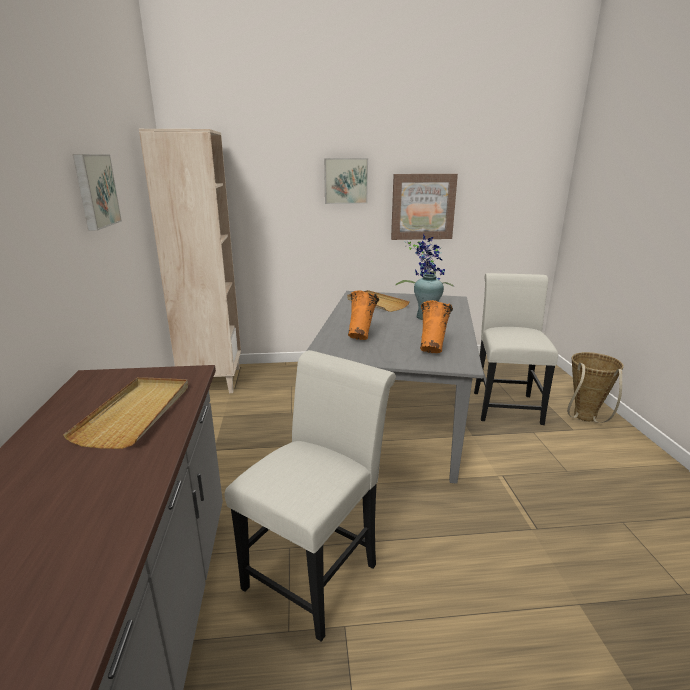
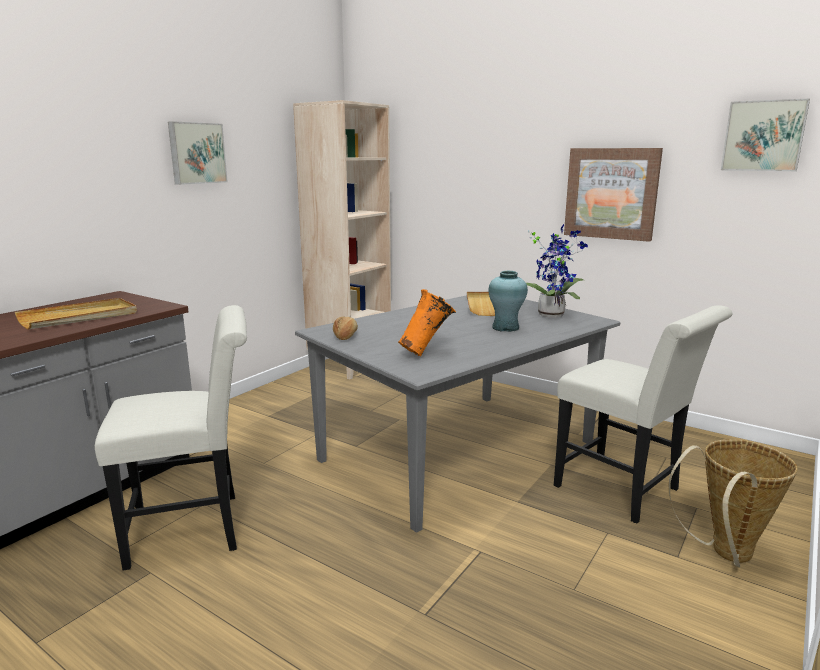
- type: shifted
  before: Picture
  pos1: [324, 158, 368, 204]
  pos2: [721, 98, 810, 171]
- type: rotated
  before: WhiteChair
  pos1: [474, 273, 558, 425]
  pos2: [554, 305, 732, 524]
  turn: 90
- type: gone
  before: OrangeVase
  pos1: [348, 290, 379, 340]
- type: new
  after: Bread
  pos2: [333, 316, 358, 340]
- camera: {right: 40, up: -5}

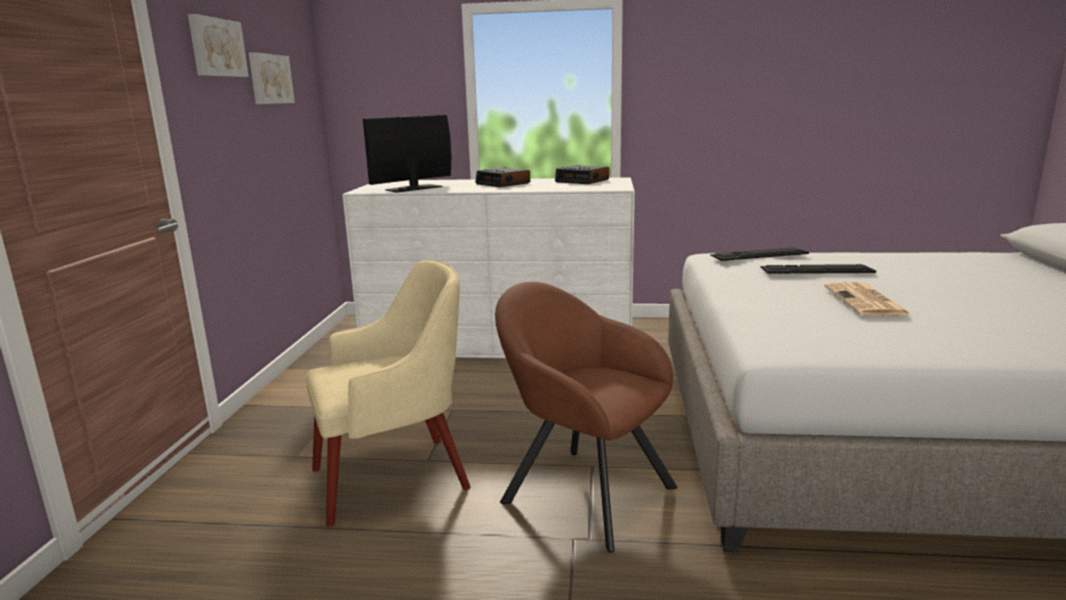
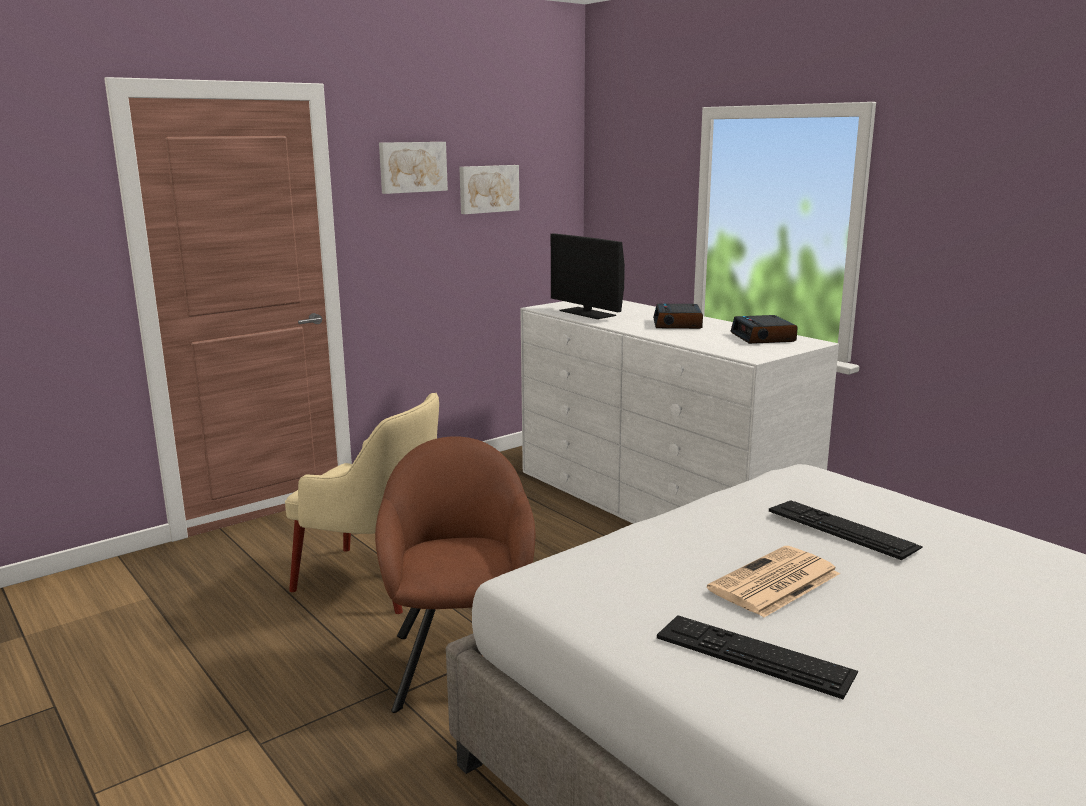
- type: rotated
  before: Monitor
  pos1: [363, 115, 451, 193]
  pos2: [551, 233, 625, 319]
  turn: -135
- type: shifted
  before: Keyboard
  pos1: [710, 247, 809, 261]
  pos2: [657, 615, 858, 700]
- camera: {right: 45, up: 0}

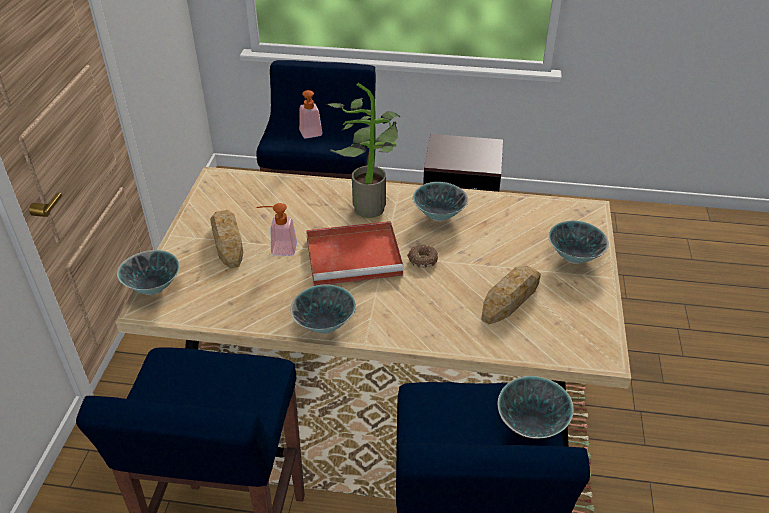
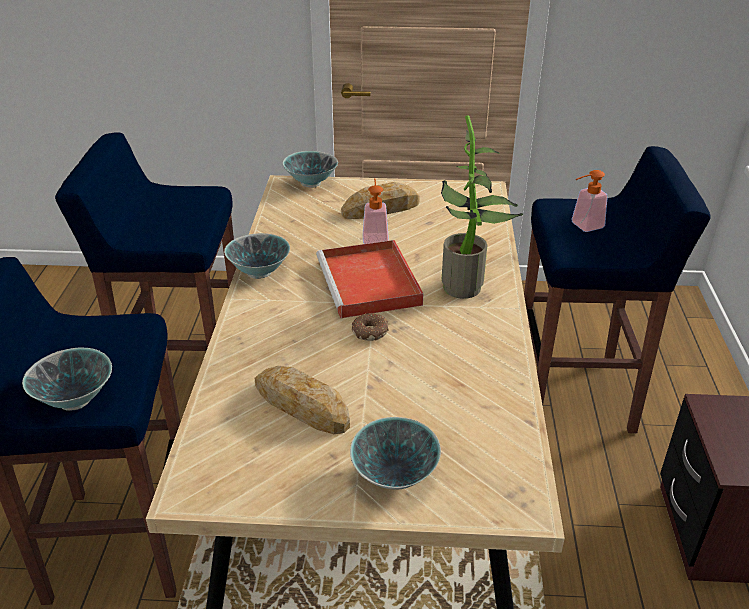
- type: gone
  before: Bowl
  pos1: [413, 182, 468, 222]
- camera: {right: 85, up: -5}

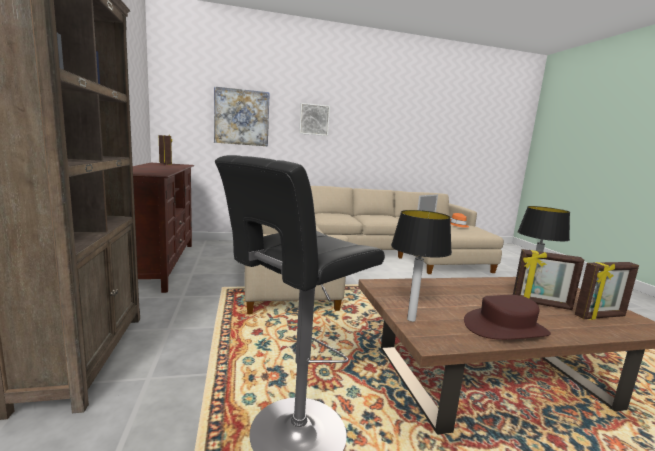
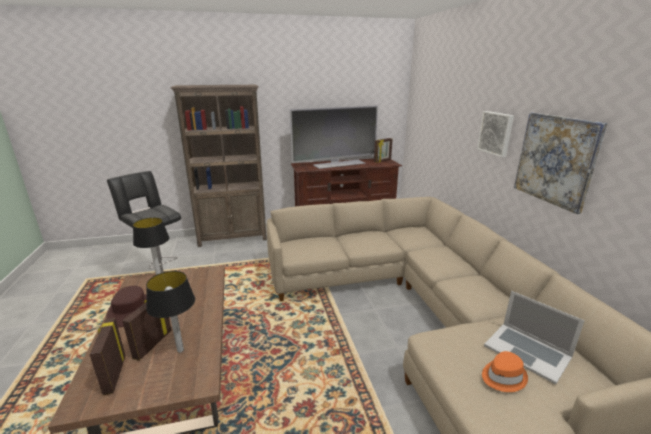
- type: shifted
  before: Picture
  pos1: [214, 86, 270, 146]
  pos2: [514, 113, 608, 214]
- type: new
  after: Television
  pos2: [290, 105, 378, 169]
- camera: {right: 90, up: 10}

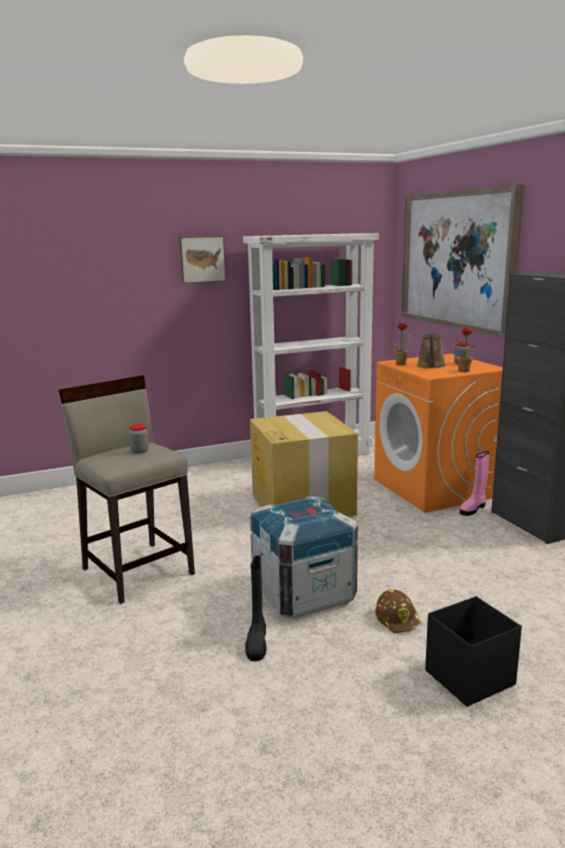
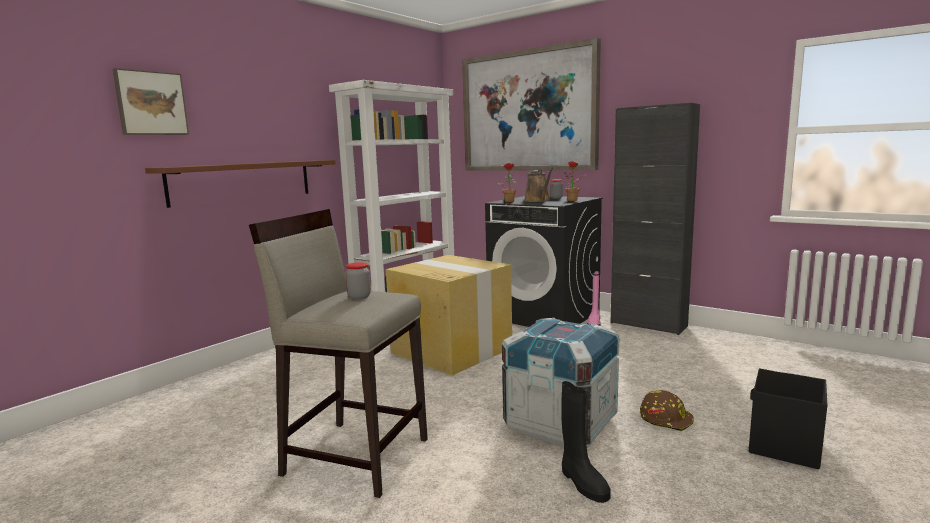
- type: shifted
  before: Picture
  pos1: [179, 236, 226, 283]
  pos2: [112, 68, 189, 135]
- type: repainted
  before: OrangeWashingMachine
  after: BlackWashingMachine
  pos1: [374, 354, 503, 513]
  pos2: [485, 196, 603, 327]
- type: new
  after: BrownShelf
  pos2: [145, 160, 336, 208]
- camera: {right: -30, up: -5}

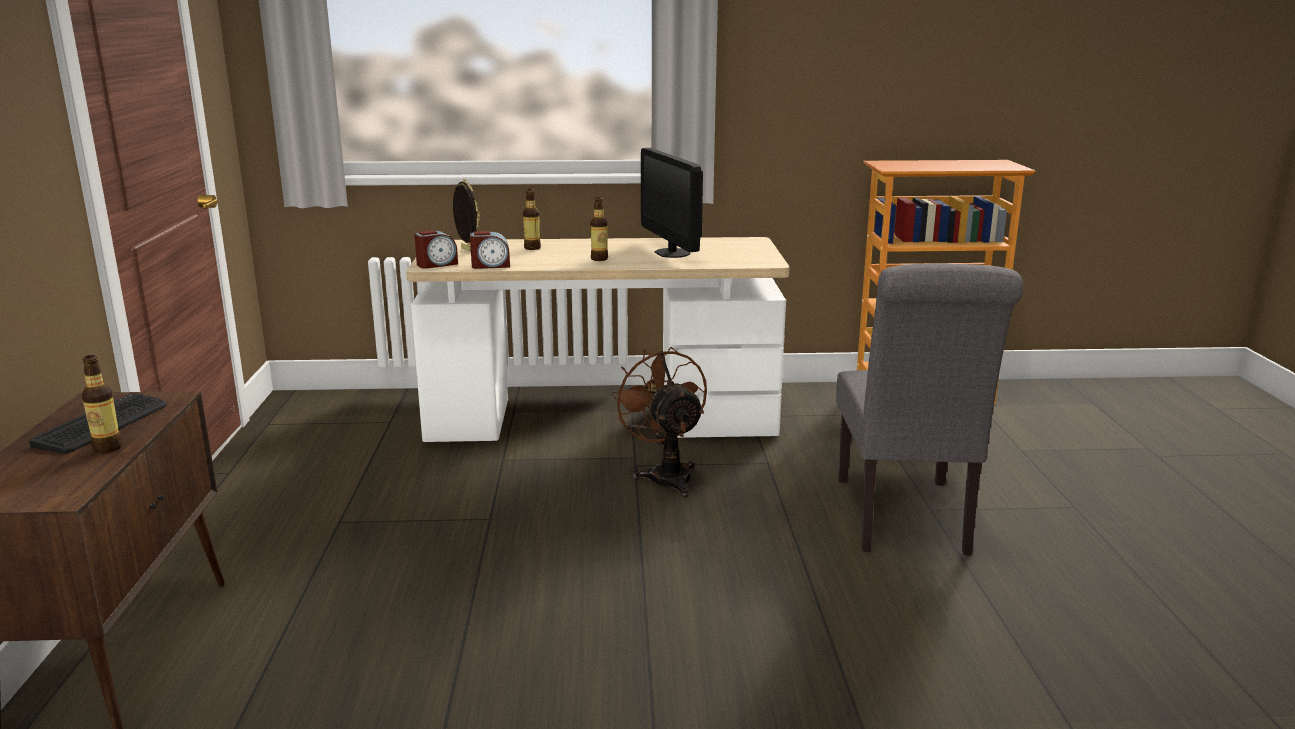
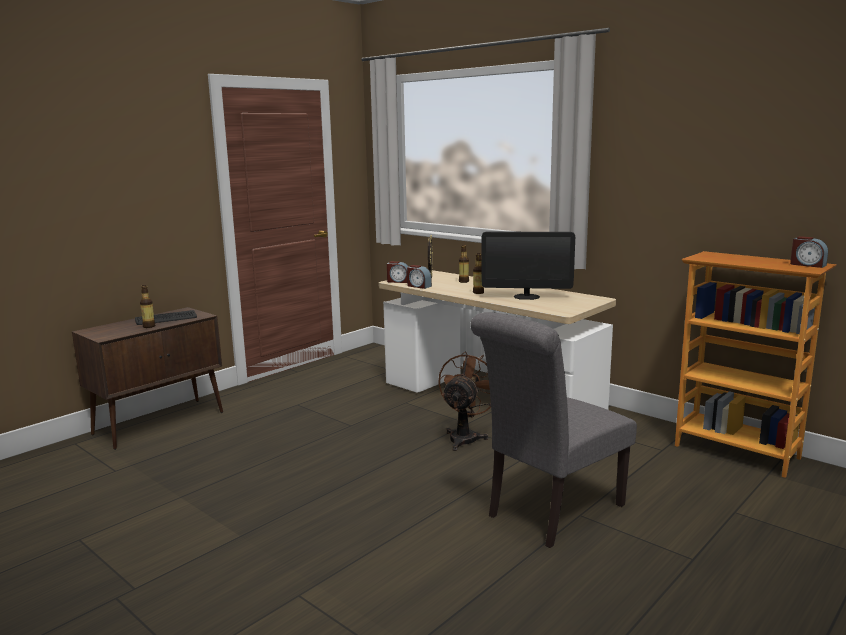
- type: rotated
  before: Monitor
  pos1: [641, 148, 703, 258]
  pos2: [481, 232, 575, 300]
  turn: -105
- type: new
  after: AlarmClock
  pos2: [790, 236, 828, 268]
- camera: {right: 45, up: -5}

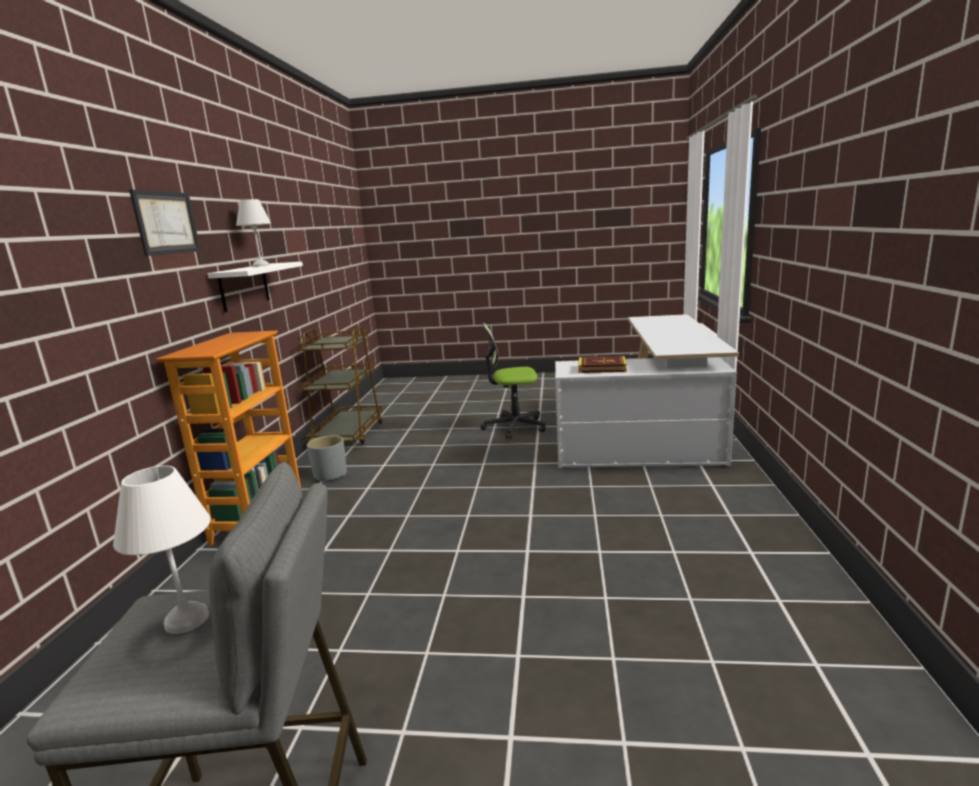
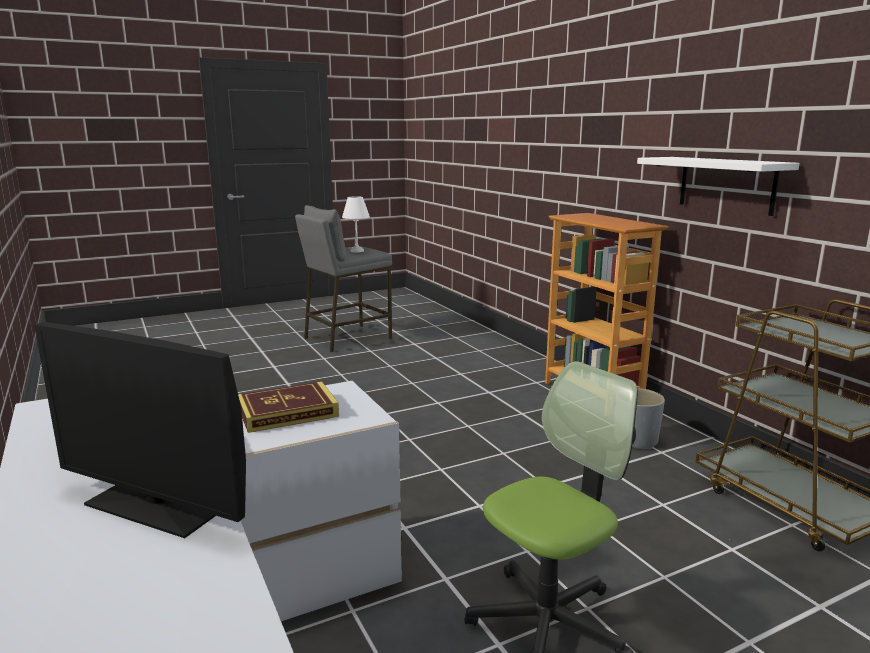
- type: gone
  before: Picture
  pos1: [129, 190, 201, 256]
- type: gone
  before: WhiteTableLamp
  pos1: [236, 199, 271, 267]
- type: new
  after: Monitor
  pos2: [34, 322, 246, 538]
- camera: {right: 145, up: 0}

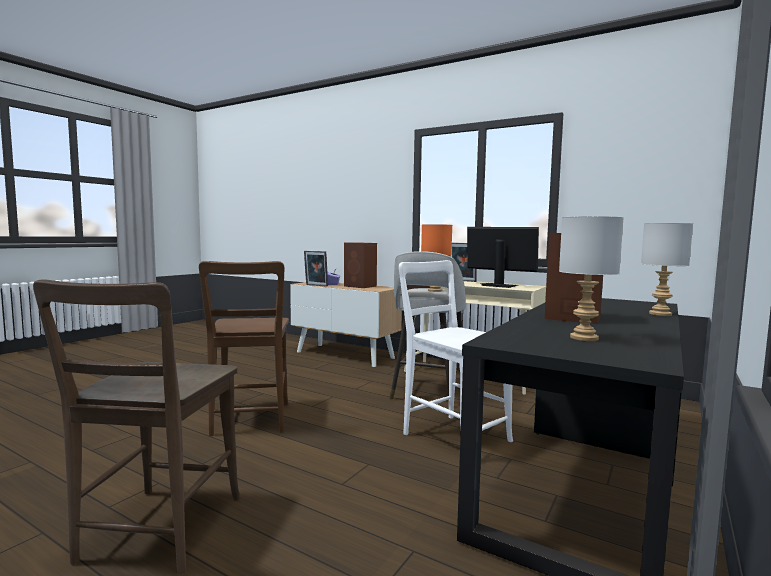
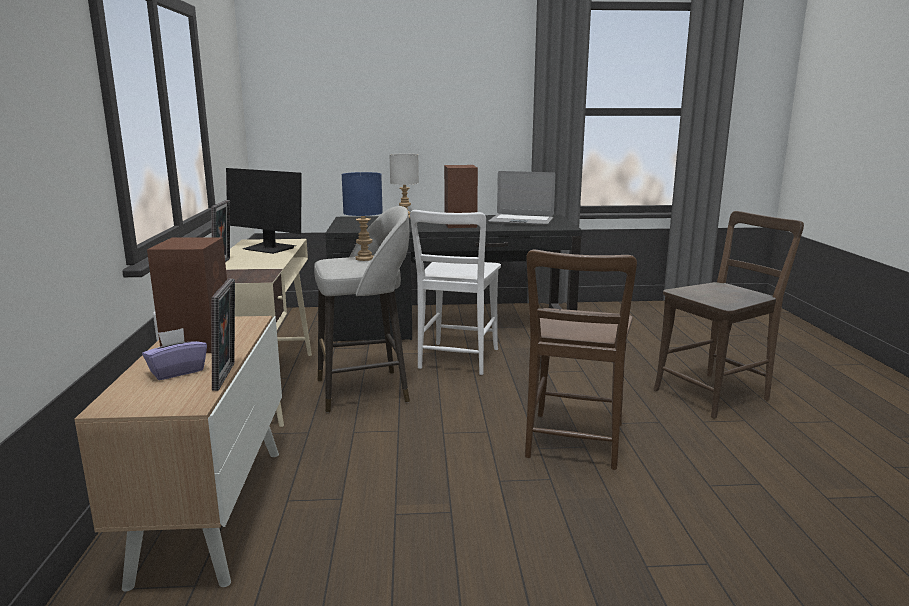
- type: swapped
  before: GreyTableLamp
  after: Laptop
  pos1: [559, 216, 624, 341]
  pos2: [488, 171, 556, 225]
- type: repainted
  before: OrangeTableLamp
  after: BlueTableLamp
  pos1: [421, 224, 452, 292]
  pos2: [341, 172, 383, 261]
- type: rotated
  before: Monitor
  pos1: [467, 227, 539, 288]
  pos2: [226, 168, 301, 254]
  turn: -60
- type: rotated
  before: BrownChair
  pos1: [199, 261, 289, 436]
  pos2: [525, 250, 637, 470]
  turn: 150
- camera: {right: -125, up: 10}

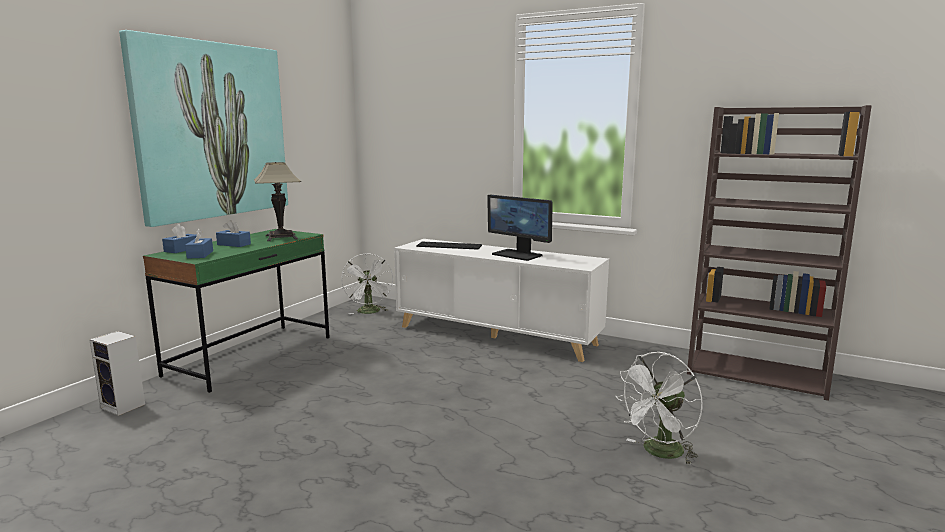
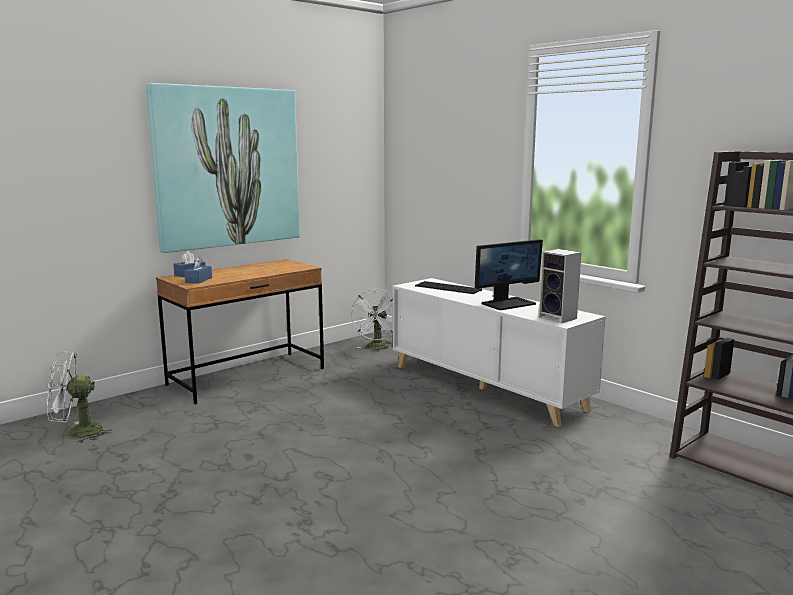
- type: gone
  before: TableLamp
  pos1: [254, 162, 301, 241]
- type: rotated
  before: Monitor
  pos1: [487, 195, 553, 261]
  pos2: [475, 239, 543, 310]
  turn: -90
- type: gone
  before: BlueTissueBox
  pos1: [216, 220, 251, 247]
- type: repainted
  before: GreenDesk
  after: BrownDesk
  pos1: [143, 229, 330, 393]
  pos2: [156, 259, 324, 404]
- type: shifted
  before: Speaker
  pos1: [89, 331, 145, 416]
  pos2: [539, 249, 581, 323]
- type: shifted
  before: WhiteFan
  pos1: [616, 352, 703, 465]
  pos2: [47, 350, 113, 444]
- camera: {right: 20, up: 0}

